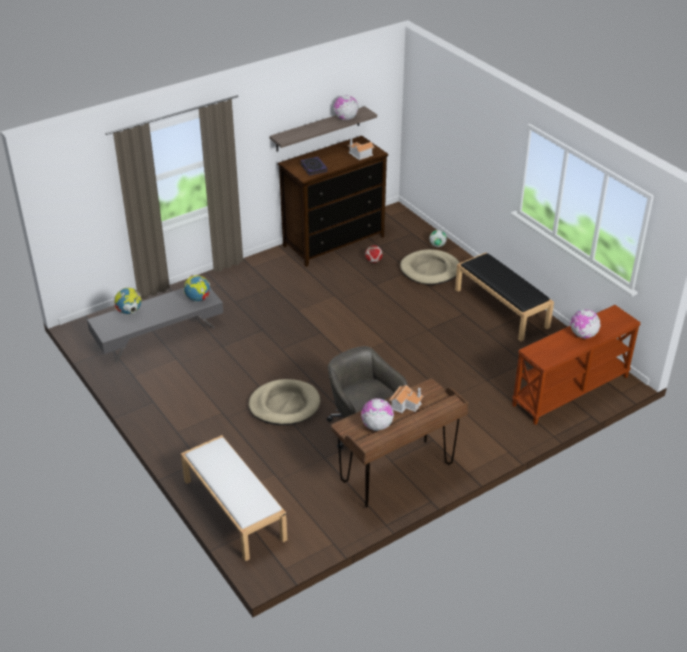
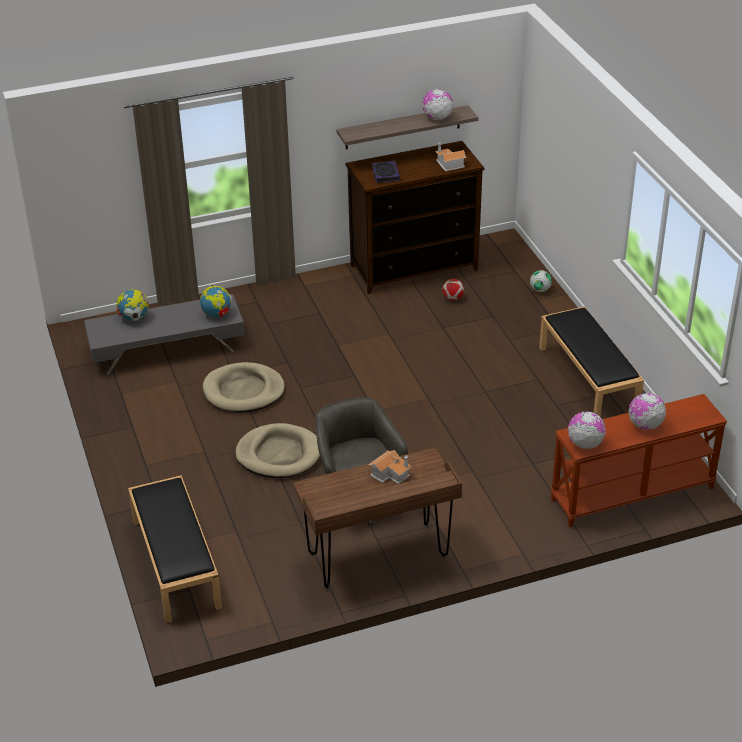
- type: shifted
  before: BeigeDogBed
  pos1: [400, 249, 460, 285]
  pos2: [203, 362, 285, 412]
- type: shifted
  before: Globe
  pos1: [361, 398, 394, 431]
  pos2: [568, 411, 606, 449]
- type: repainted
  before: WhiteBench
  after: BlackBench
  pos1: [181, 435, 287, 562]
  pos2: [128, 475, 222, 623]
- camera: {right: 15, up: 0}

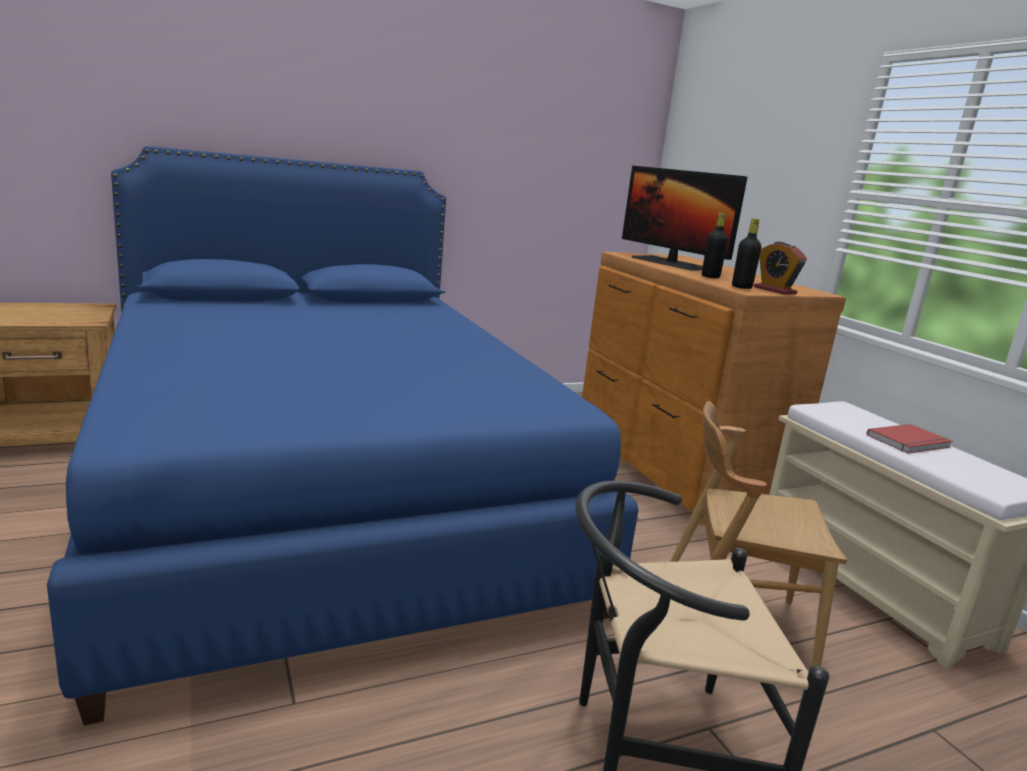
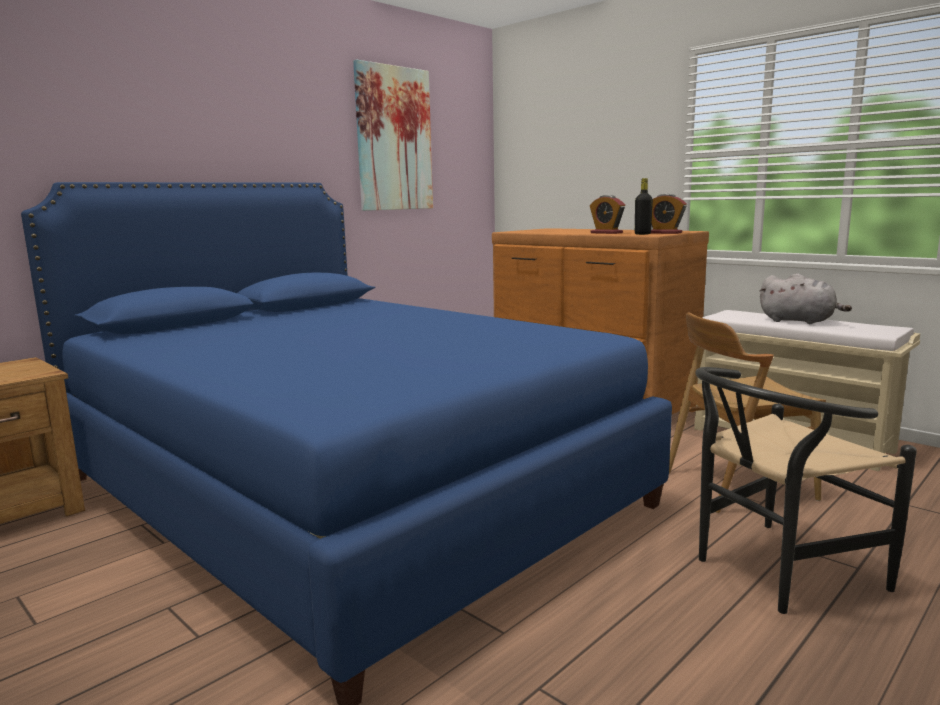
- type: gone
  before: Monitor
  pos1: [622, 166, 747, 271]
- type: swapped
  before: BlackBottle
  after: AlarmClock
  pos1: [702, 213, 728, 278]
  pos2: [590, 195, 625, 234]
- type: swapped
  before: RedBook
  after: GreyPlushToy
  pos1: [867, 424, 953, 453]
  pos2: [760, 273, 852, 324]
- type: new
  after: Picture
  pos2: [353, 60, 433, 211]
- camera: {right: -20, up: -5}

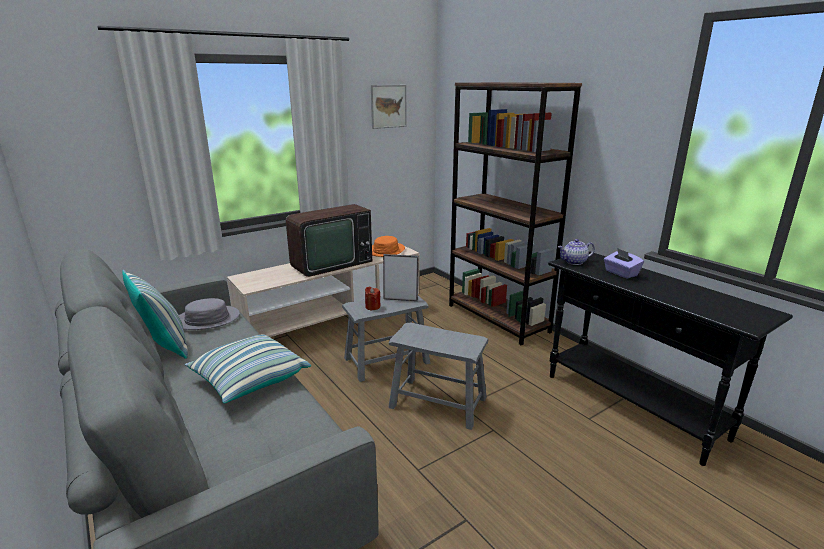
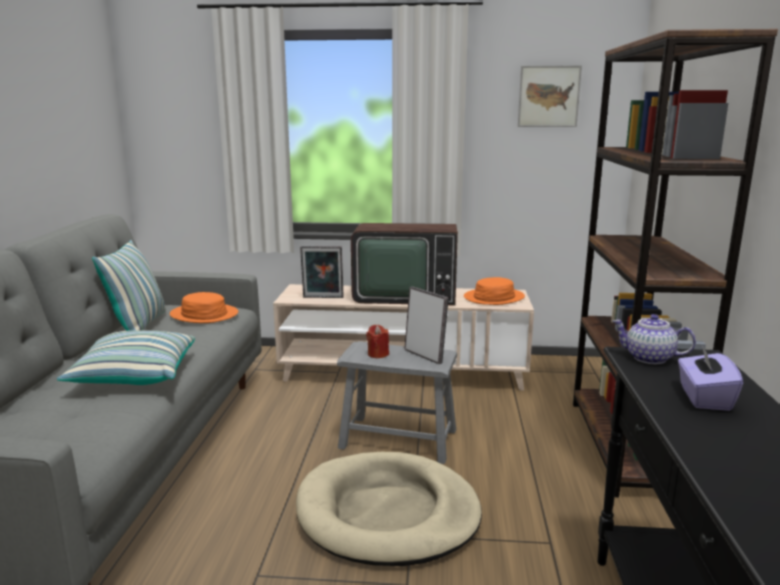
- type: repainted
  before: GreyHat
  after: OrangeHat
  pos1: [179, 298, 240, 330]
  pos2: [170, 292, 238, 323]
- type: swapped
  before: GreyStool
  after: BeigeDogBed
  pos1: [388, 322, 488, 430]
  pos2: [296, 452, 482, 566]
- type: new
  after: PictureFrame
  pos2: [300, 246, 344, 298]
- camera: {right: 40, up: -5}

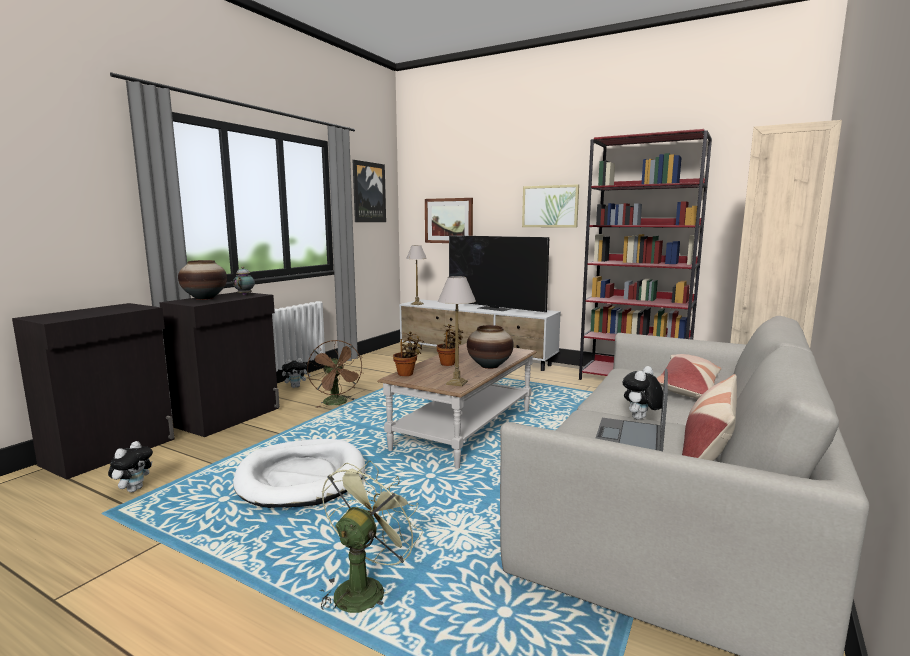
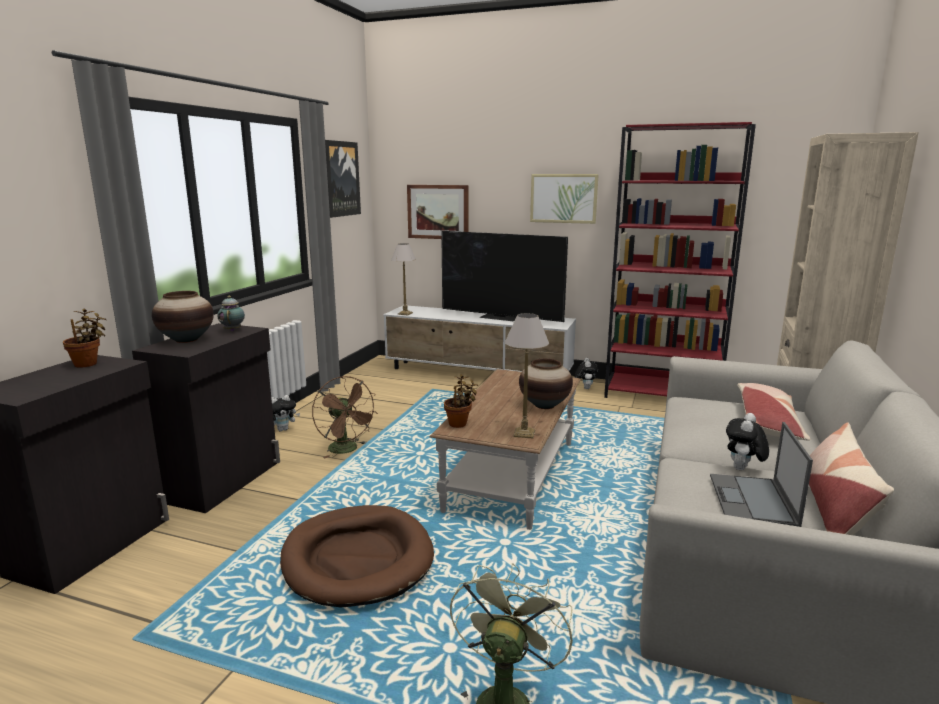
- type: shifted
  before: PottedPlant
  pos1: [437, 324, 463, 366]
  pos2: [63, 309, 106, 368]
- type: repainted
  before: WhiteDogBed
  after: BrownDogBed
  pos1: [233, 439, 365, 508]
  pos2: [280, 505, 434, 608]
- type: shifted
  before: PlushToy
  pos1: [108, 441, 153, 492]
  pos2: [574, 358, 598, 389]
- camera: {right: -10, up: 5}

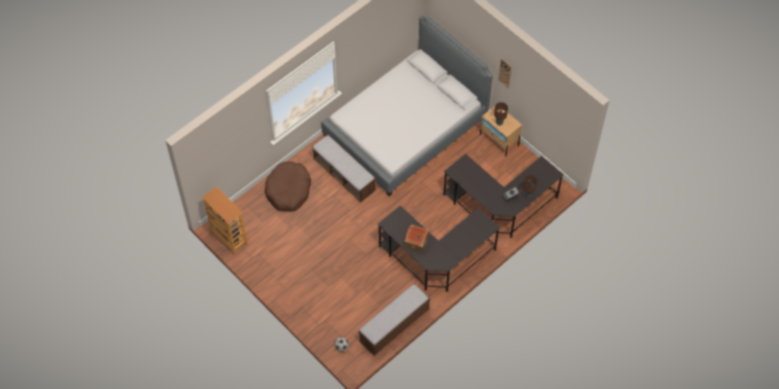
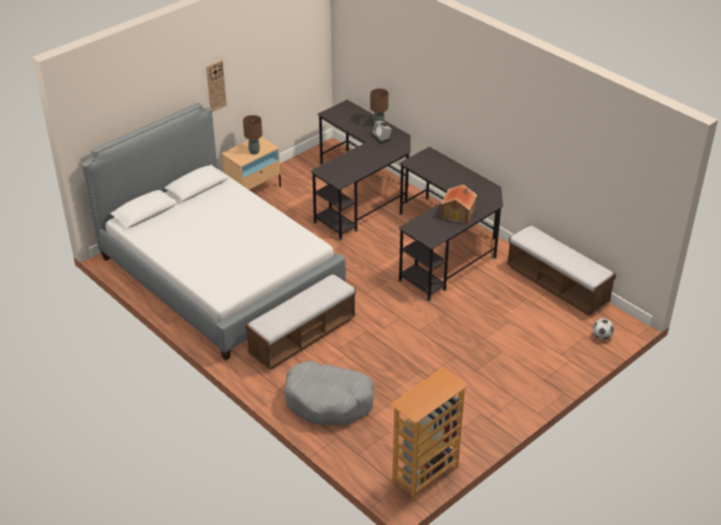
- type: repainted
  before: BrownDogBed
  after: GreyDogBed
  pos1: [265, 162, 311, 211]
  pos2: [284, 361, 374, 425]
- camera: {right: -90, up: -20}

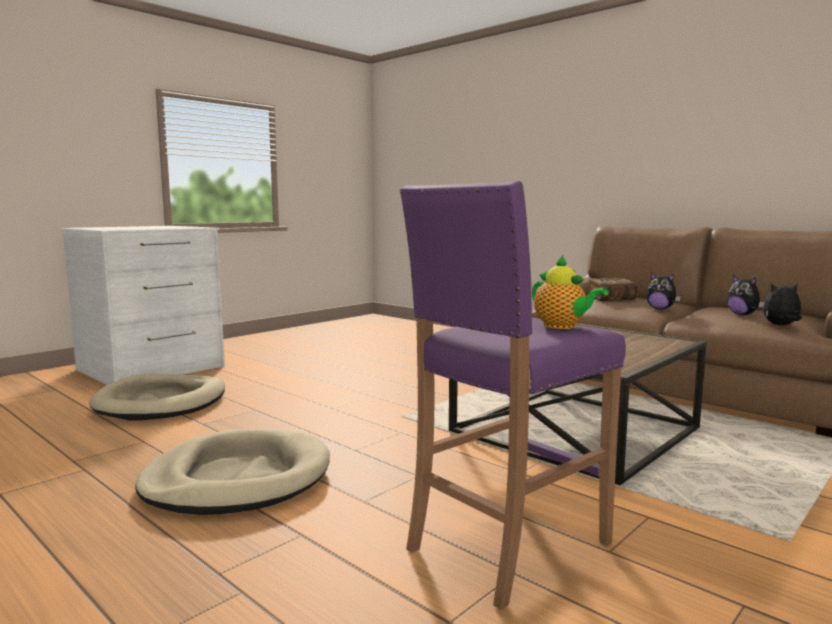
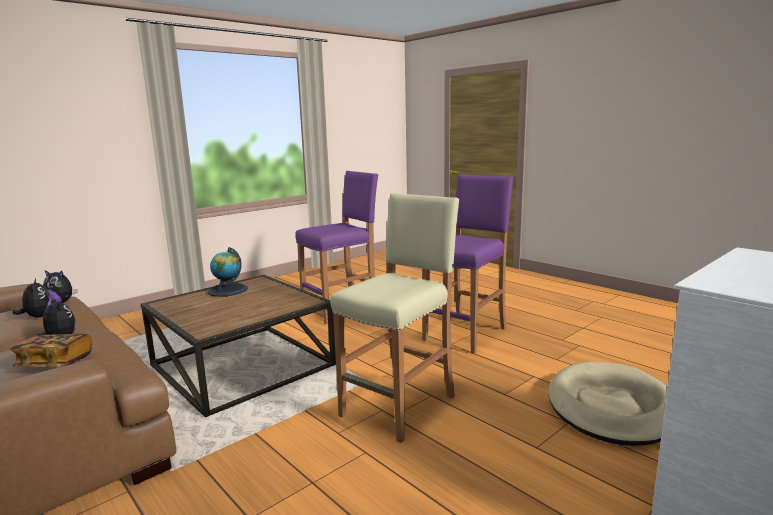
- type: gone
  before: Teapot
  pos1: [532, 255, 608, 329]
- type: swapped
  before: BeigeDogBed
  after: PurpleStool
  pos1: [135, 429, 330, 515]
  pos2: [422, 174, 513, 354]
- type: new
  after: BeigeStool
  pos2: [331, 193, 459, 443]
- type: new
  after: Globe
  pos2: [207, 247, 248, 297]
- camera: {right: -175, up: 5}

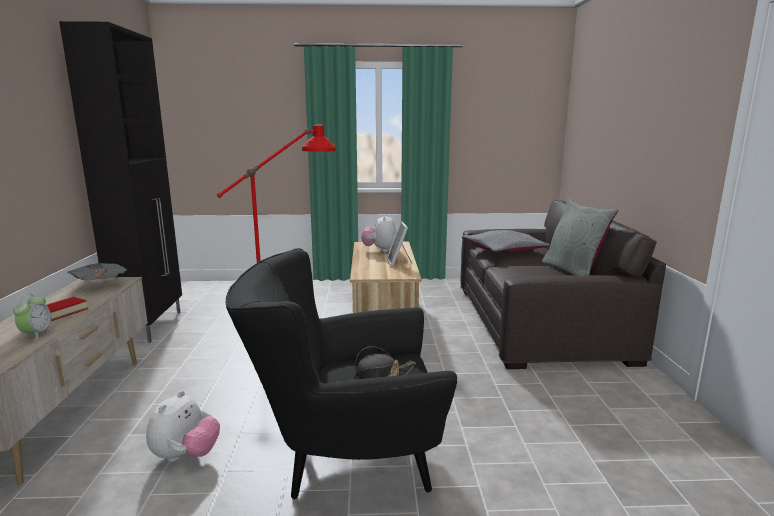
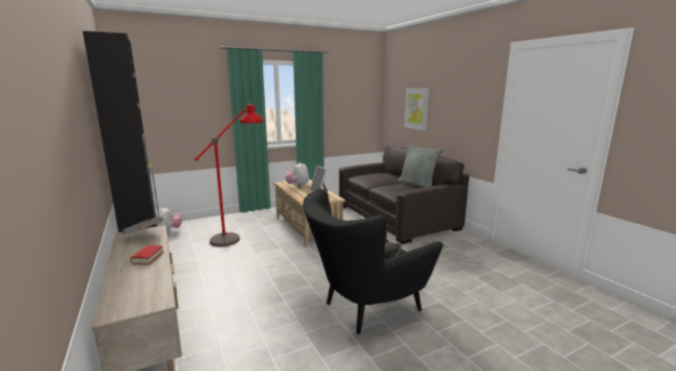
- type: gone
  before: GreyPillow
  pos1: [462, 230, 550, 252]
- type: gone
  before: AlarmClock
  pos1: [13, 293, 54, 341]
- type: shifted
  before: PlushToy
  pos1: [146, 391, 220, 462]
  pos2: [156, 206, 182, 230]
- type: new
  after: Picture
  pos2: [404, 88, 429, 131]
- camera: {right: -25, up: 0}

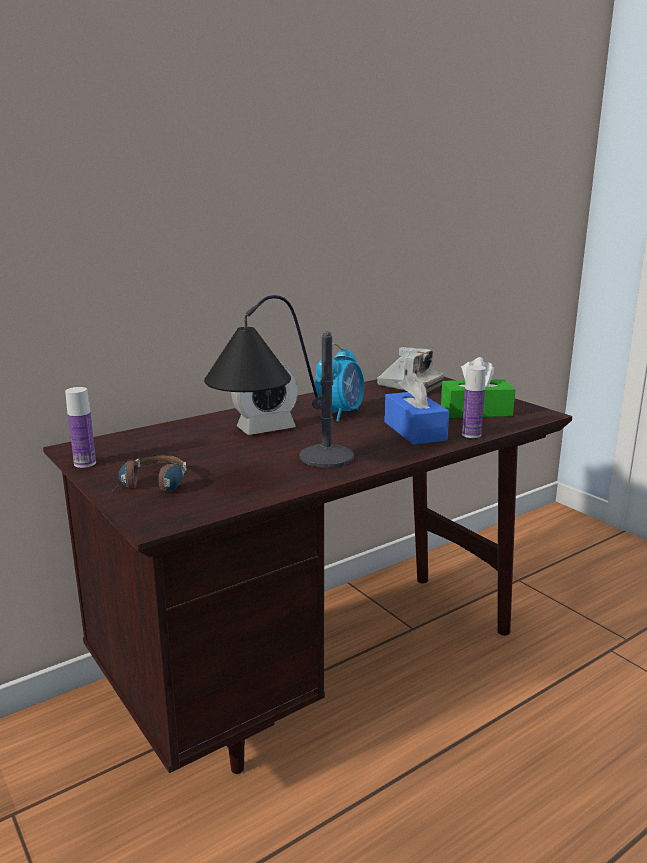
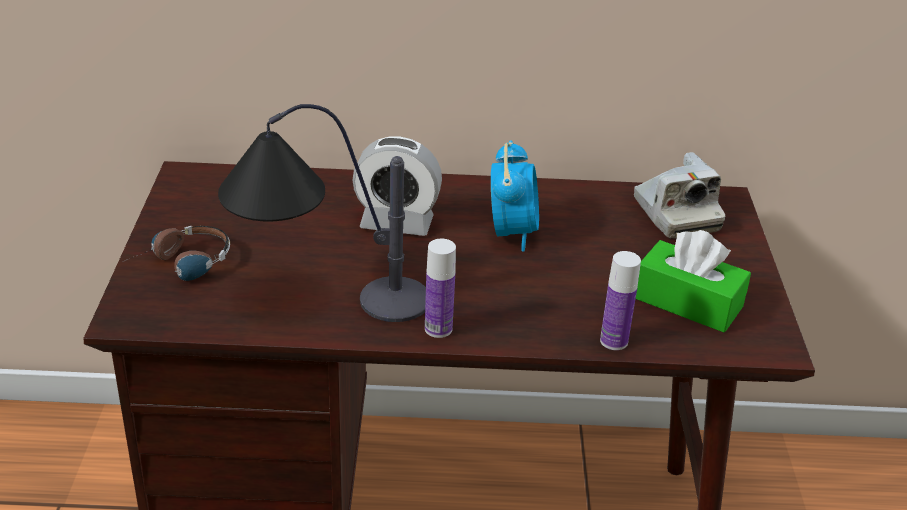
- type: rotated
  before: AlarmClock
  pos1: [315, 343, 364, 422]
  pos2: [491, 140, 539, 252]
  turn: -60
- type: gone
  before: BlueTissueBox
  pos1: [384, 373, 449, 445]
- type: shifted
  before: Bottle
  pos1: [65, 387, 96, 468]
  pos2: [425, 239, 456, 338]
- camera: {right: 35, up: 15}

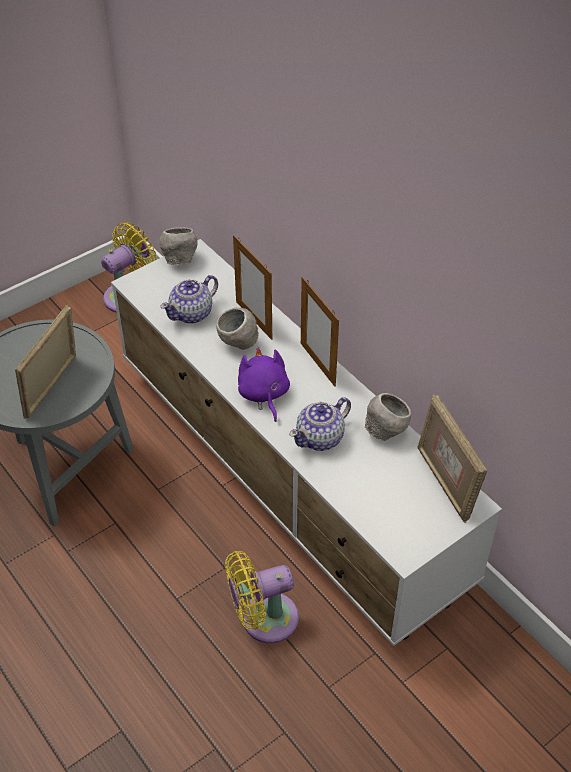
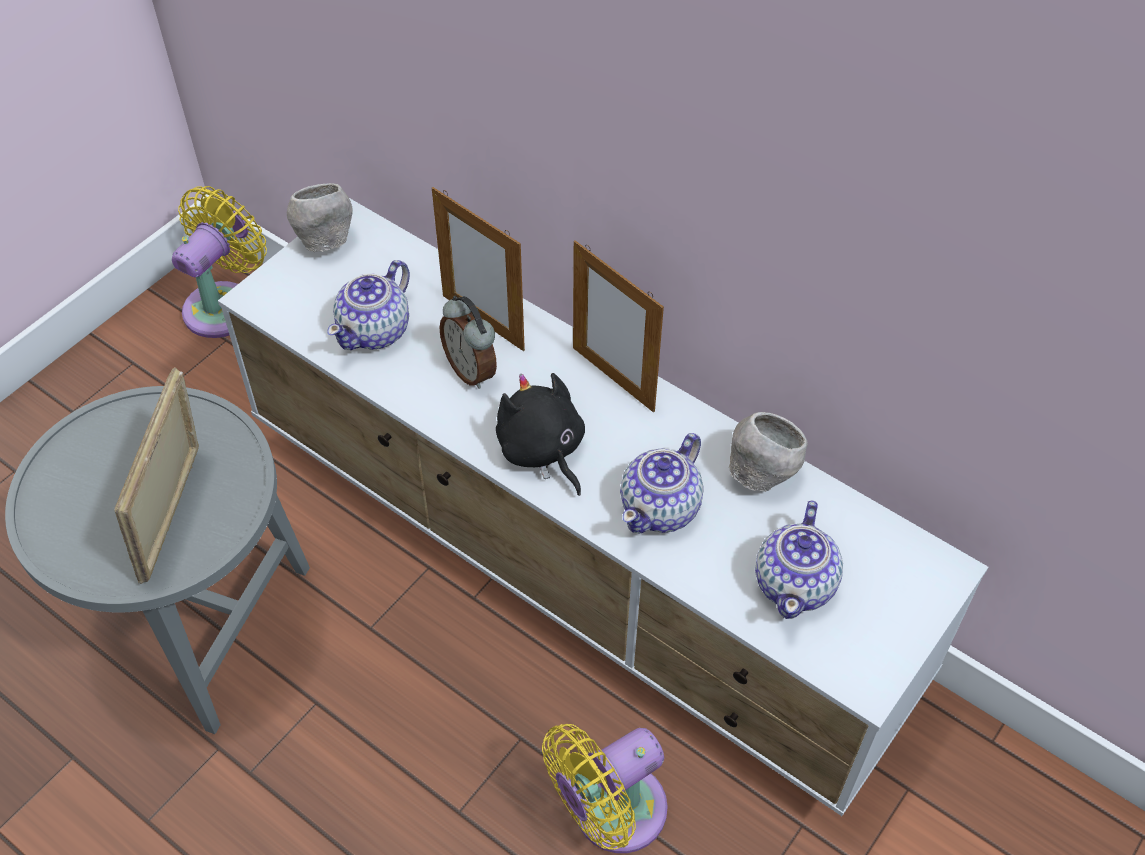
- type: swapped
  before: GreyBowl
  after: AlarmClock
  pos1: [216, 308, 259, 350]
  pos2: [439, 295, 497, 389]
- type: repainted
  before: PurplePlushToy
  after: BlackPlushToy
  pos1: [238, 347, 290, 422]
  pos2: [496, 373, 585, 496]
- type: gone
  before: PictureFrame
  pos1: [418, 395, 487, 523]
- type: new
  after: Teapot
  pos2: [755, 500, 843, 619]
- camera: {right: -15, up: 5}

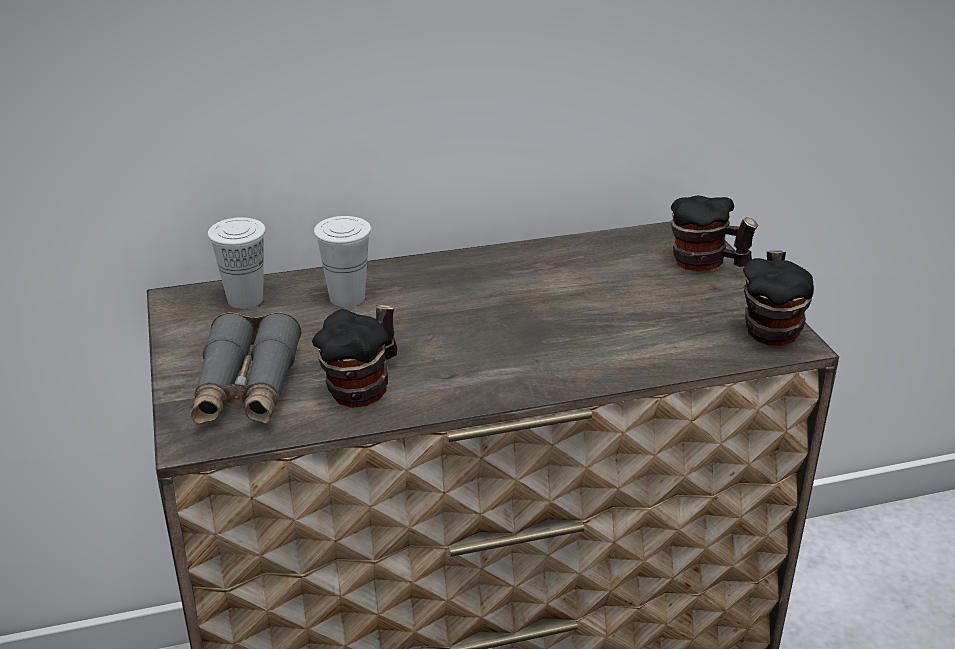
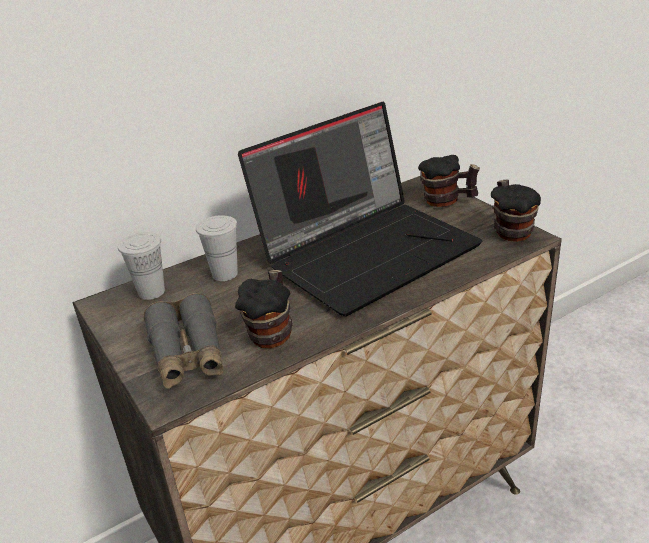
- type: new
  after: Laptop
  pos2: [238, 102, 482, 316]
- camera: {right: -15, up: 0}

